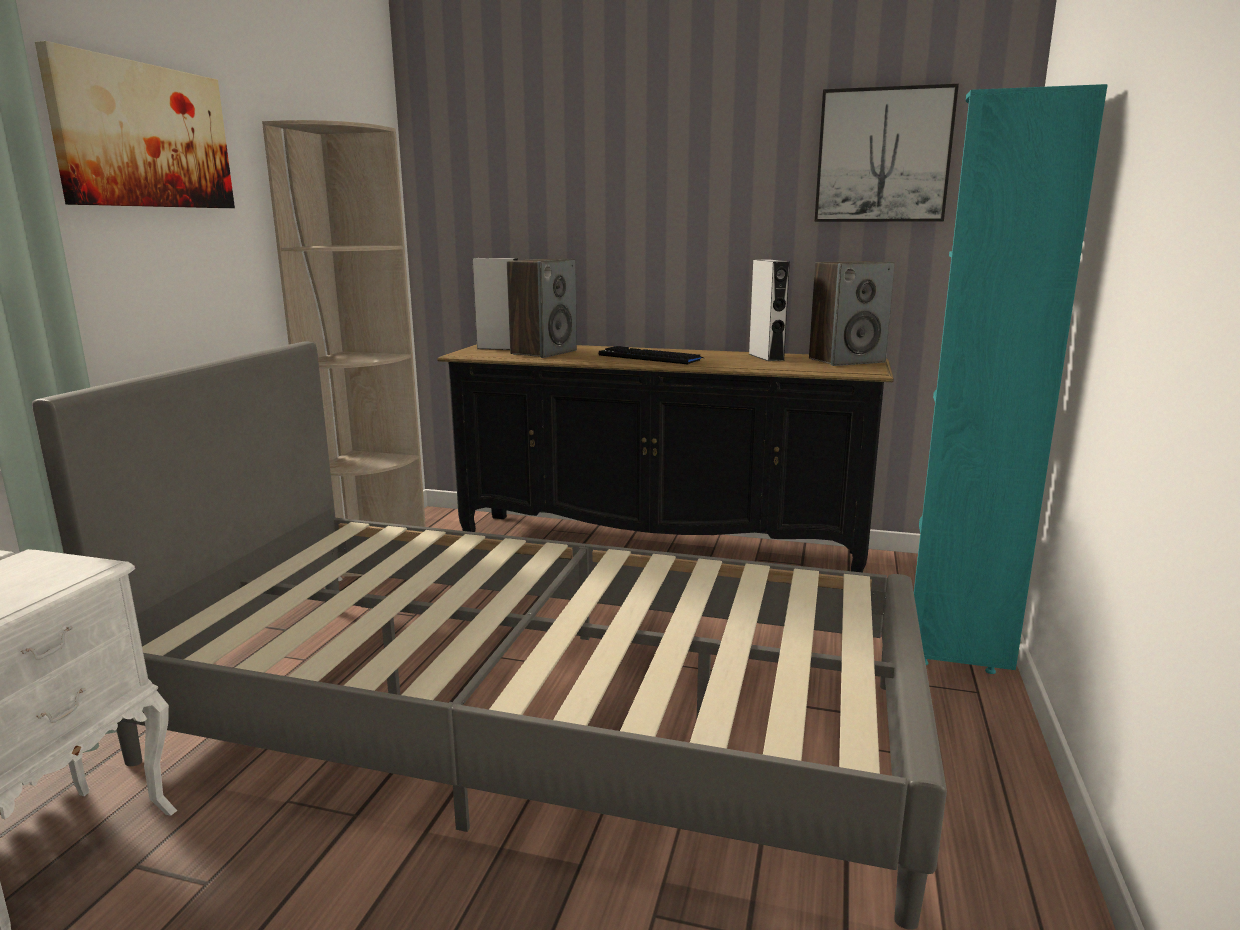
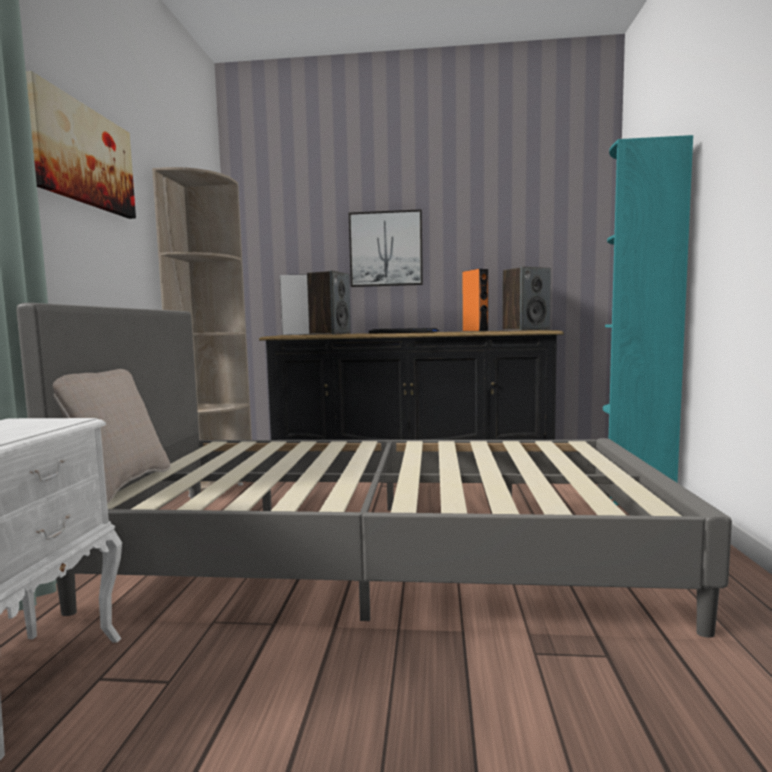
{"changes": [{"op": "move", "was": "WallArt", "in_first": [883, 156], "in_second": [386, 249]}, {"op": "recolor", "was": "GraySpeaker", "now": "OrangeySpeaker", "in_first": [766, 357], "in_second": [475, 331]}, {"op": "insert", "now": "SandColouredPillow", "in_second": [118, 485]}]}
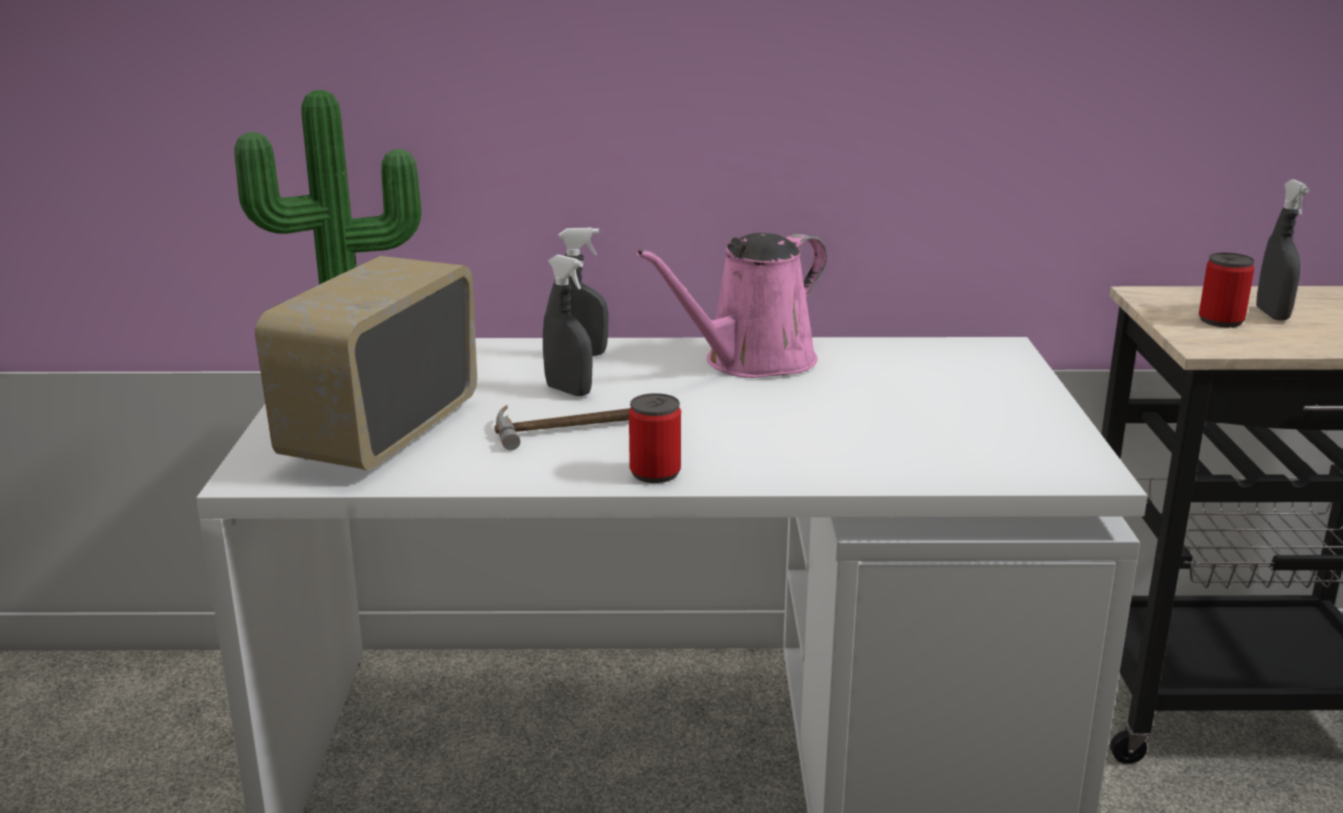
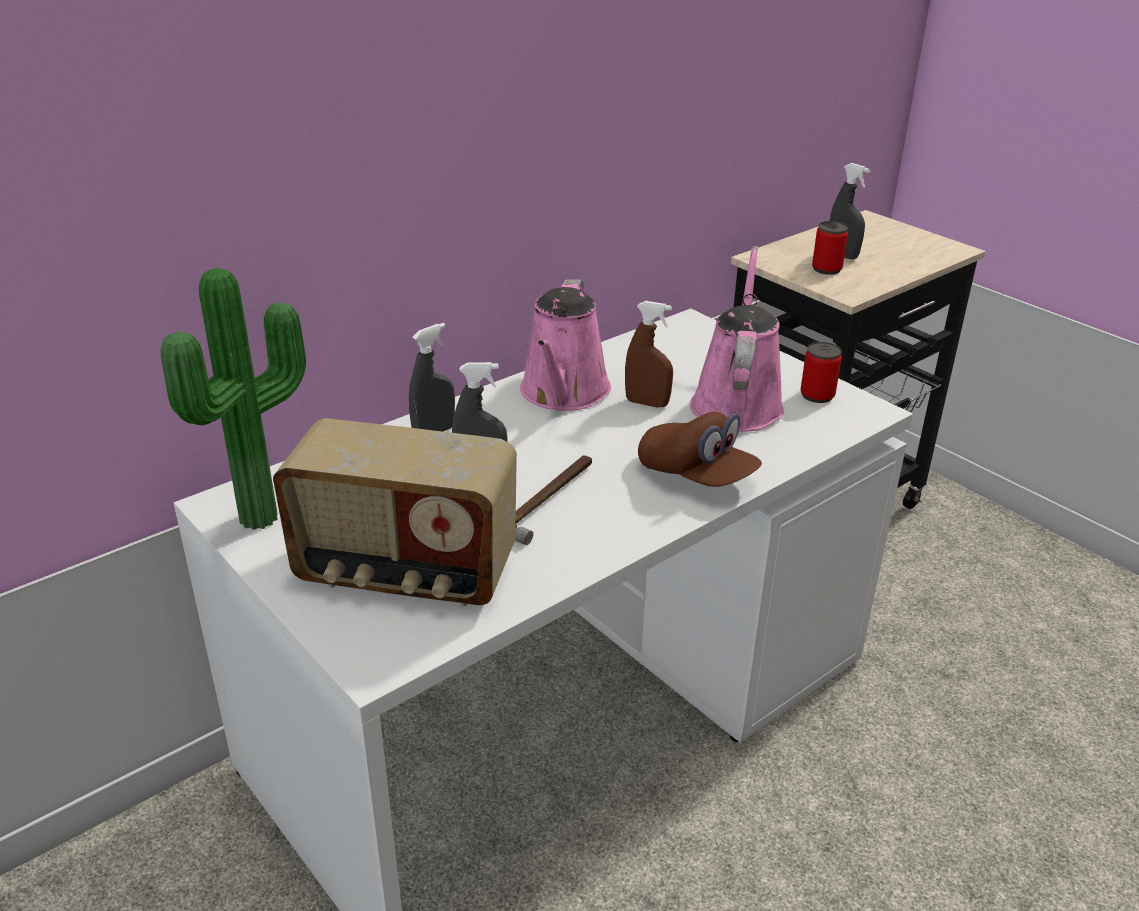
{"changes": [{"op": "rotate", "was": "RadioReceiver", "in_first": [380, 433], "in_second": [405, 574], "clockwise": -60}, {"op": "move", "was": "MetalCan", "in_first": [655, 473], "in_second": [817, 395]}, {"op": "insert", "now": "PinkishWateringCan", "in_second": [737, 402]}, {"op": "insert", "now": "BrownHandSprayer", "in_second": [647, 403]}, {"op": "insert", "now": "BrownPeakedCap", "in_second": [696, 475]}]}
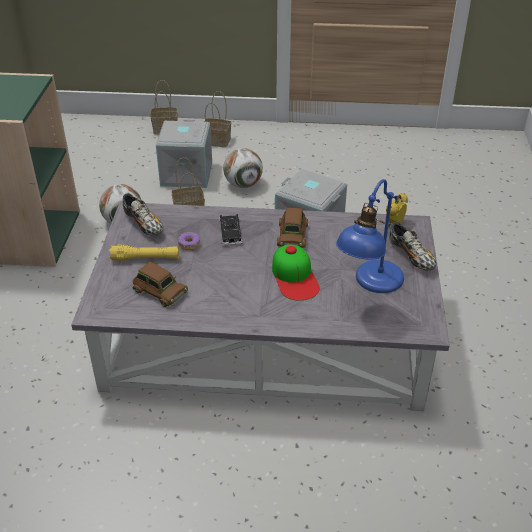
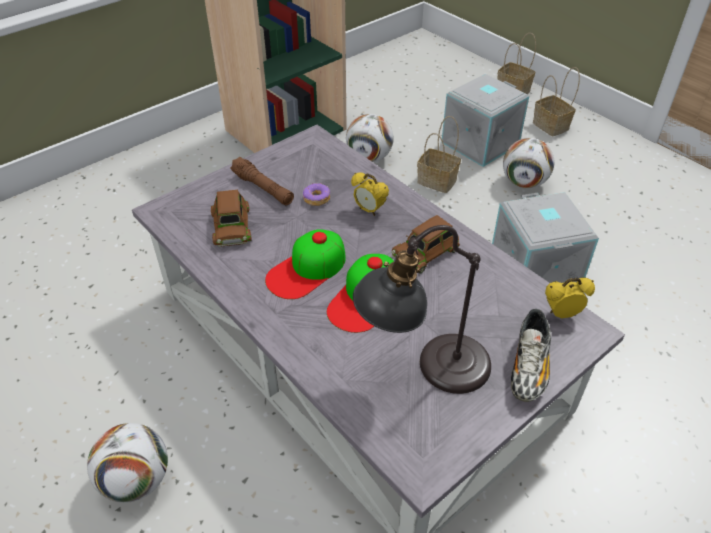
{"changes": [{"op": "recolor", "was": "BlueColouredTableLamp", "now": "GrayTableLamp", "in_first": [369, 289], "in_second": [424, 368]}, {"op": "delete", "was": "Shoe", "in_first": [144, 224]}, {"op": "replace", "was": "BlackMiniatureCar", "now": "TableClock", "in_first": [230, 232], "in_second": [369, 210]}, {"op": "recolor", "was": "YellowishHandTorch", "now": "BrownHandTorch", "in_first": [145, 258], "in_second": [263, 188]}, {"op": "insert", "now": "PeakedCap", "in_second": [307, 269]}, {"op": "insert", "now": "Football", "in_second": [136, 480]}]}
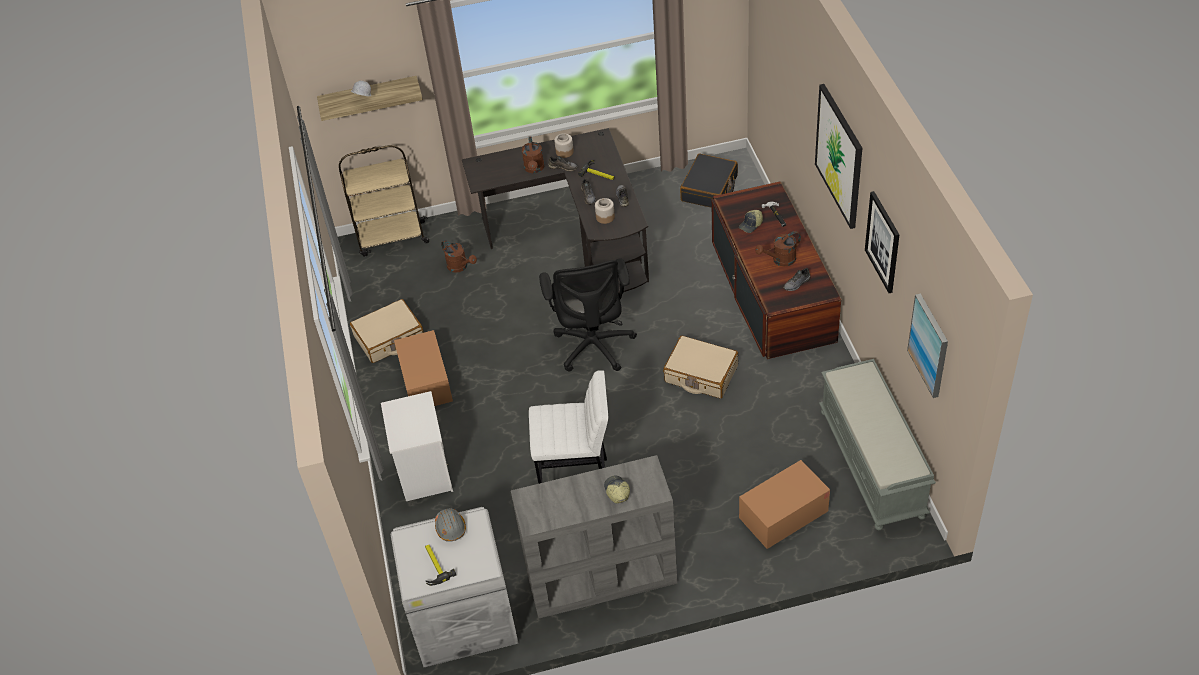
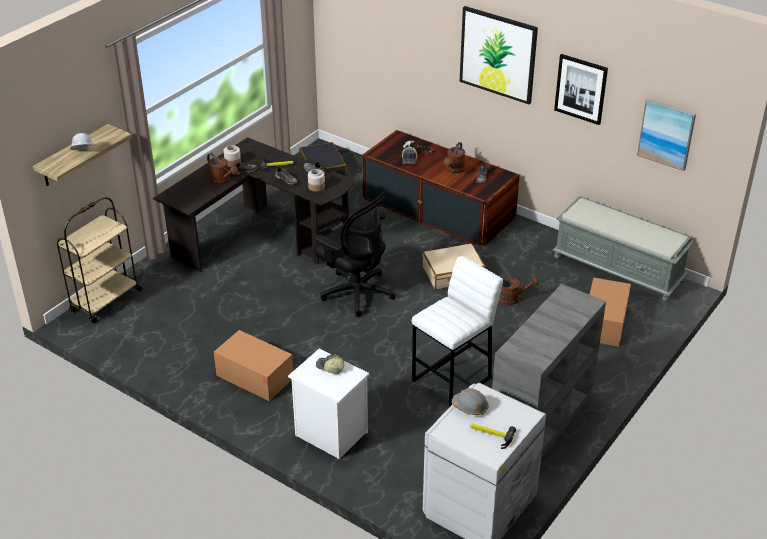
{"changes": [{"op": "move", "was": "BrownWateringCan", "in_first": [460, 267], "in_second": [512, 299]}, {"op": "delete", "was": "SandColouredPieceOfLuggage", "in_first": [389, 338]}, {"op": "move", "was": "PeakedCap", "in_first": [616, 491], "in_second": [330, 367]}]}
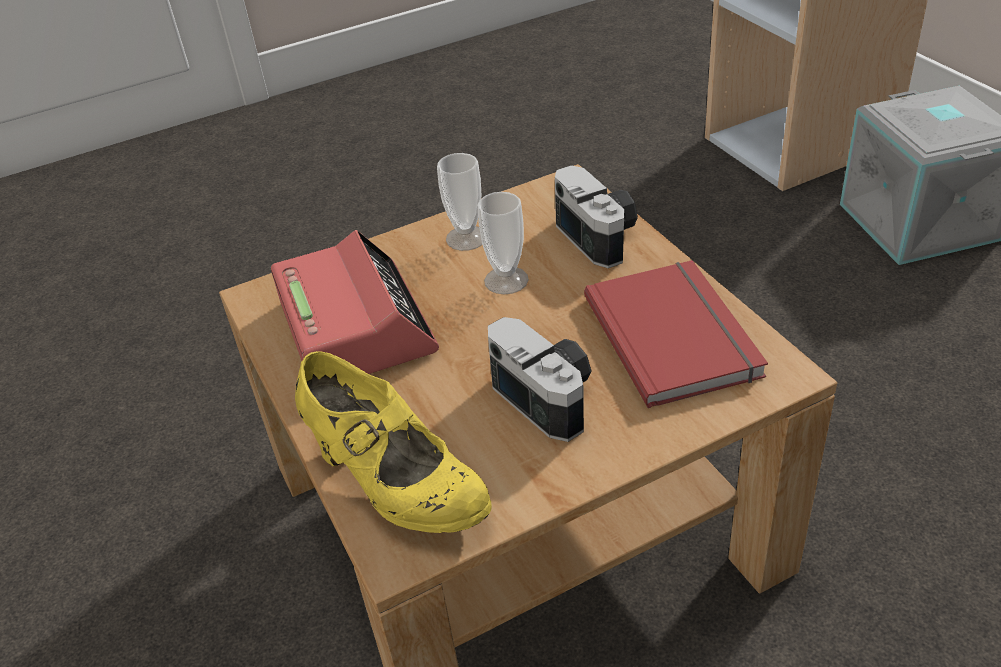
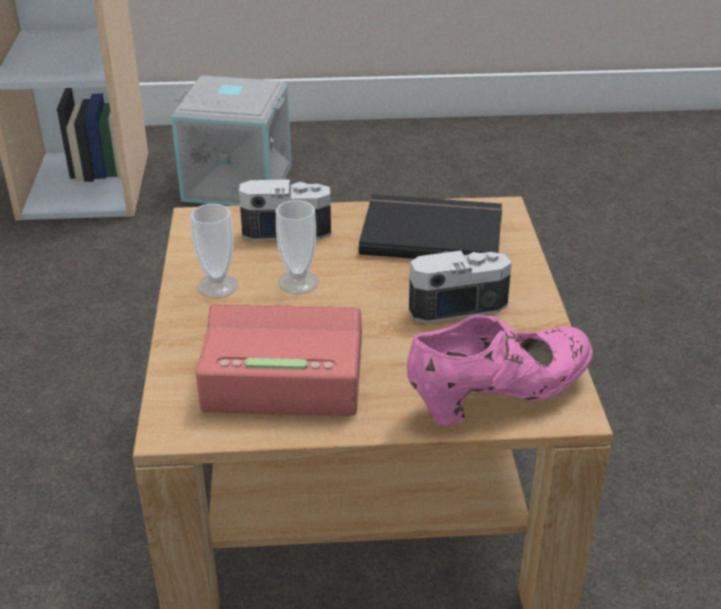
{"changes": [{"op": "recolor", "was": "ReddishVolume", "now": "BlackVolume", "in_first": [676, 334], "in_second": [431, 232]}, {"op": "recolor", "was": "YellowishShoe", "now": "PinkishShoe", "in_first": [395, 485], "in_second": [499, 396]}]}
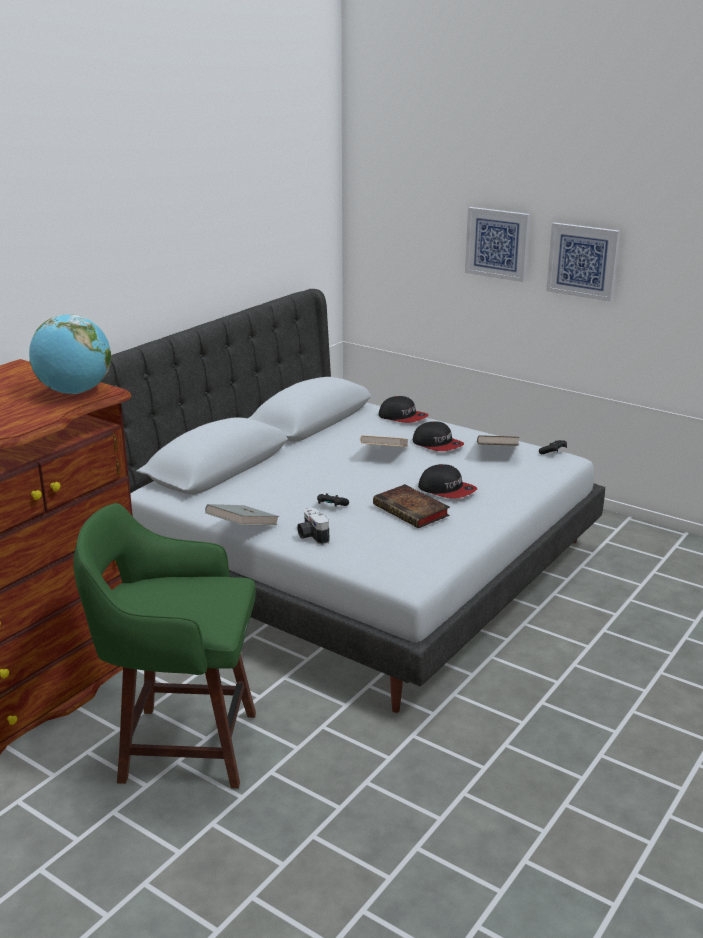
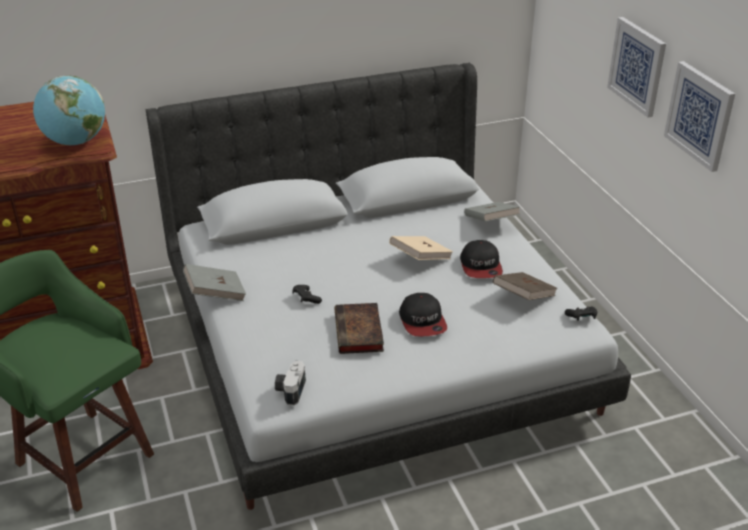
{"changes": [{"op": "replace", "was": "PeakedCap", "now": "GrayVolume", "in_first": [403, 417], "in_second": [490, 223]}, {"op": "move", "was": "PhotoCamera", "in_first": [311, 536], "in_second": [289, 390]}]}
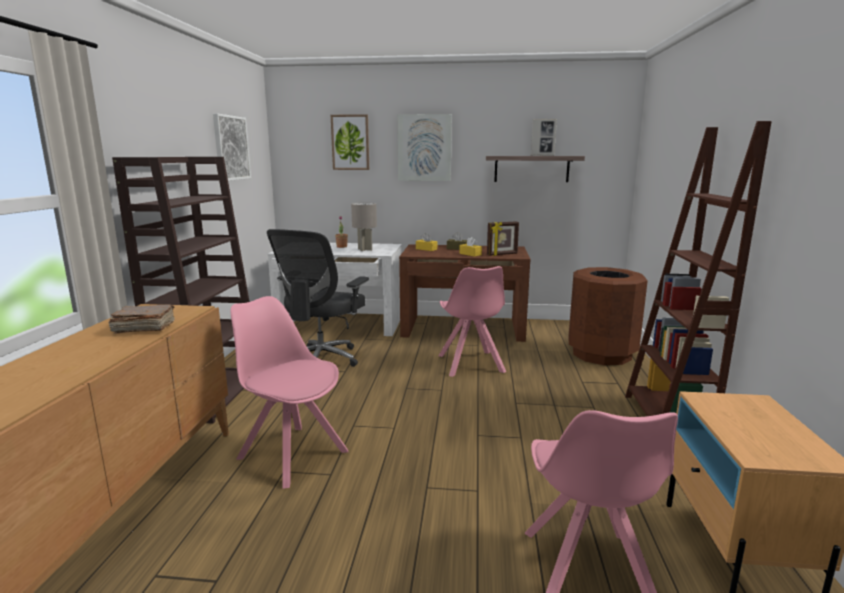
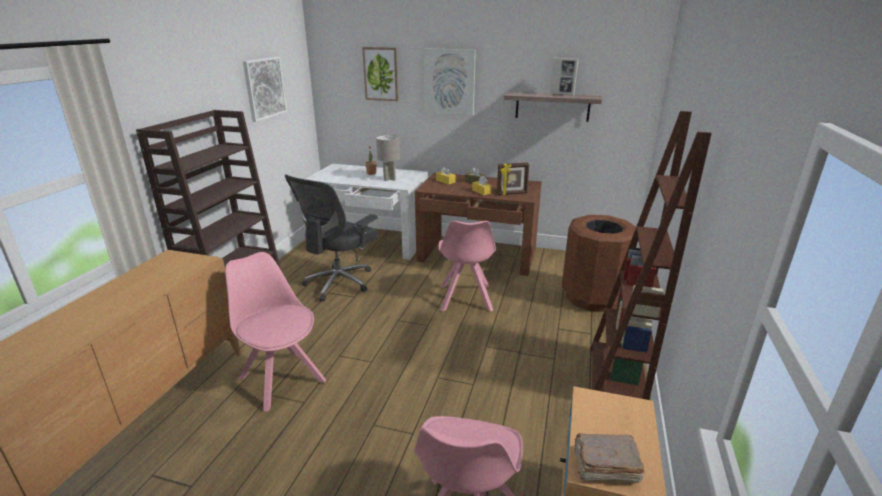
{"changes": [{"op": "move", "was": "BrownVolume", "in_first": [143, 328], "in_second": [604, 466]}]}
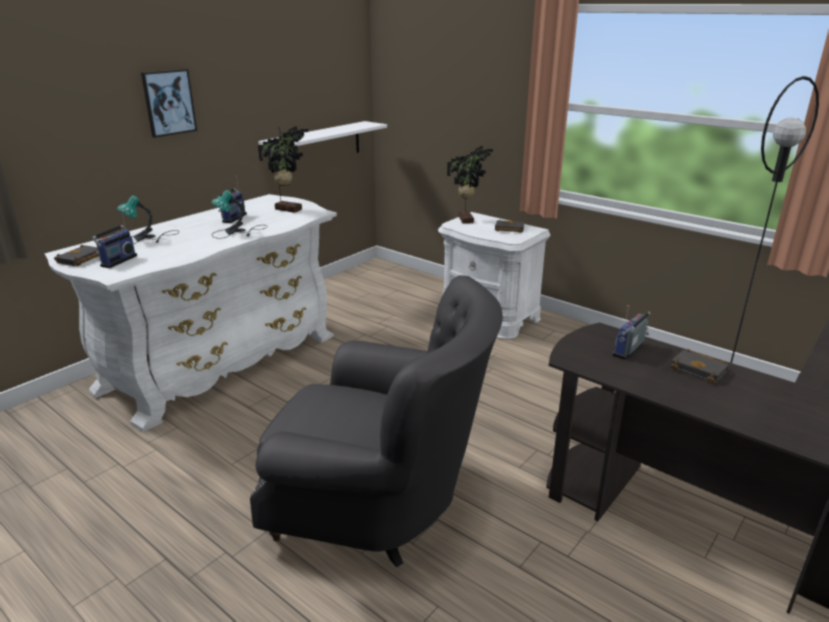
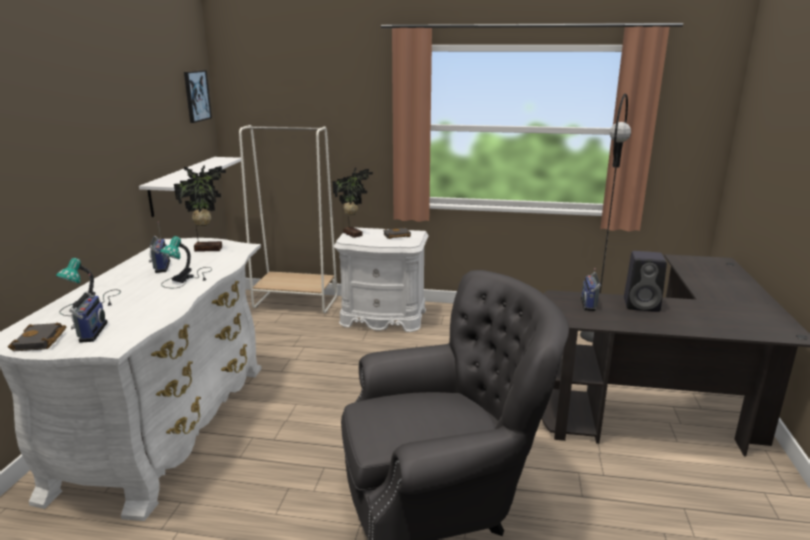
{"changes": [{"op": "move", "was": "WallArt", "in_first": [169, 102], "in_second": [196, 96]}, {"op": "replace", "was": "BlackVolume", "now": "BlackSpeaker", "in_first": [700, 369], "in_second": [642, 305]}, {"op": "insert", "now": "GarmentStand", "in_second": [295, 303]}]}
